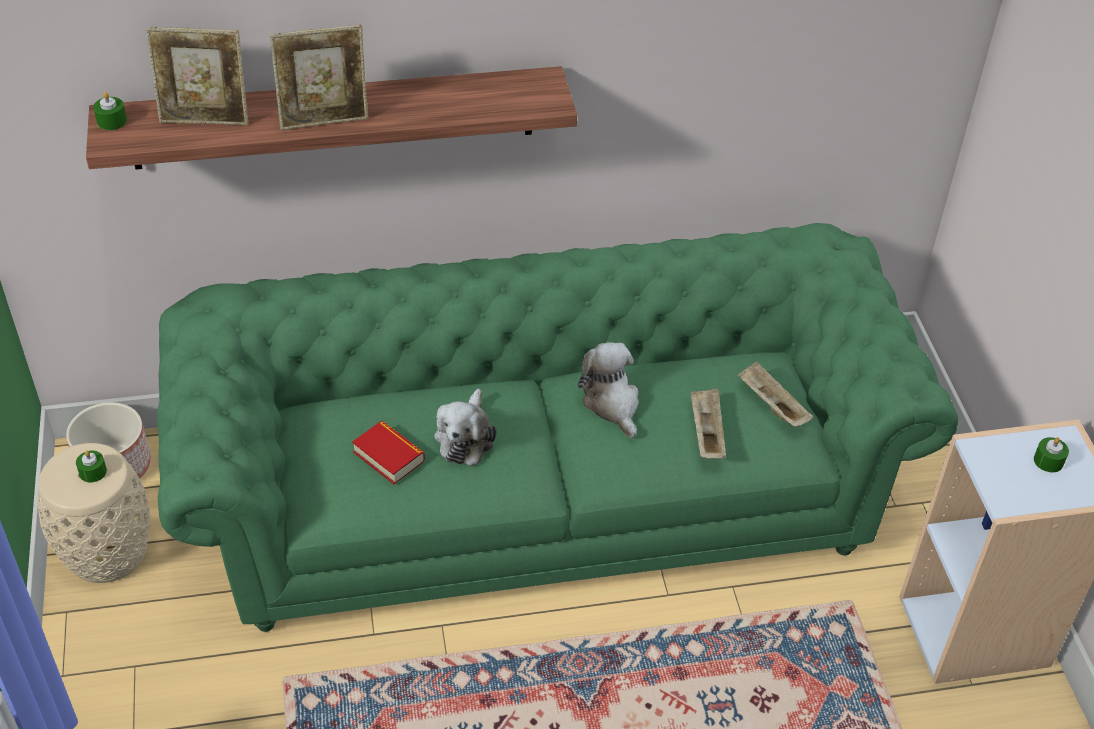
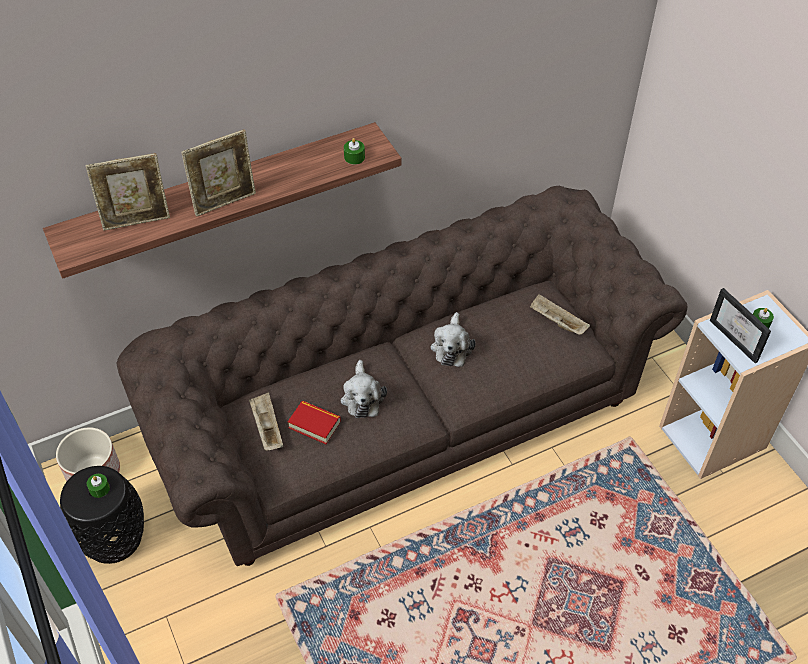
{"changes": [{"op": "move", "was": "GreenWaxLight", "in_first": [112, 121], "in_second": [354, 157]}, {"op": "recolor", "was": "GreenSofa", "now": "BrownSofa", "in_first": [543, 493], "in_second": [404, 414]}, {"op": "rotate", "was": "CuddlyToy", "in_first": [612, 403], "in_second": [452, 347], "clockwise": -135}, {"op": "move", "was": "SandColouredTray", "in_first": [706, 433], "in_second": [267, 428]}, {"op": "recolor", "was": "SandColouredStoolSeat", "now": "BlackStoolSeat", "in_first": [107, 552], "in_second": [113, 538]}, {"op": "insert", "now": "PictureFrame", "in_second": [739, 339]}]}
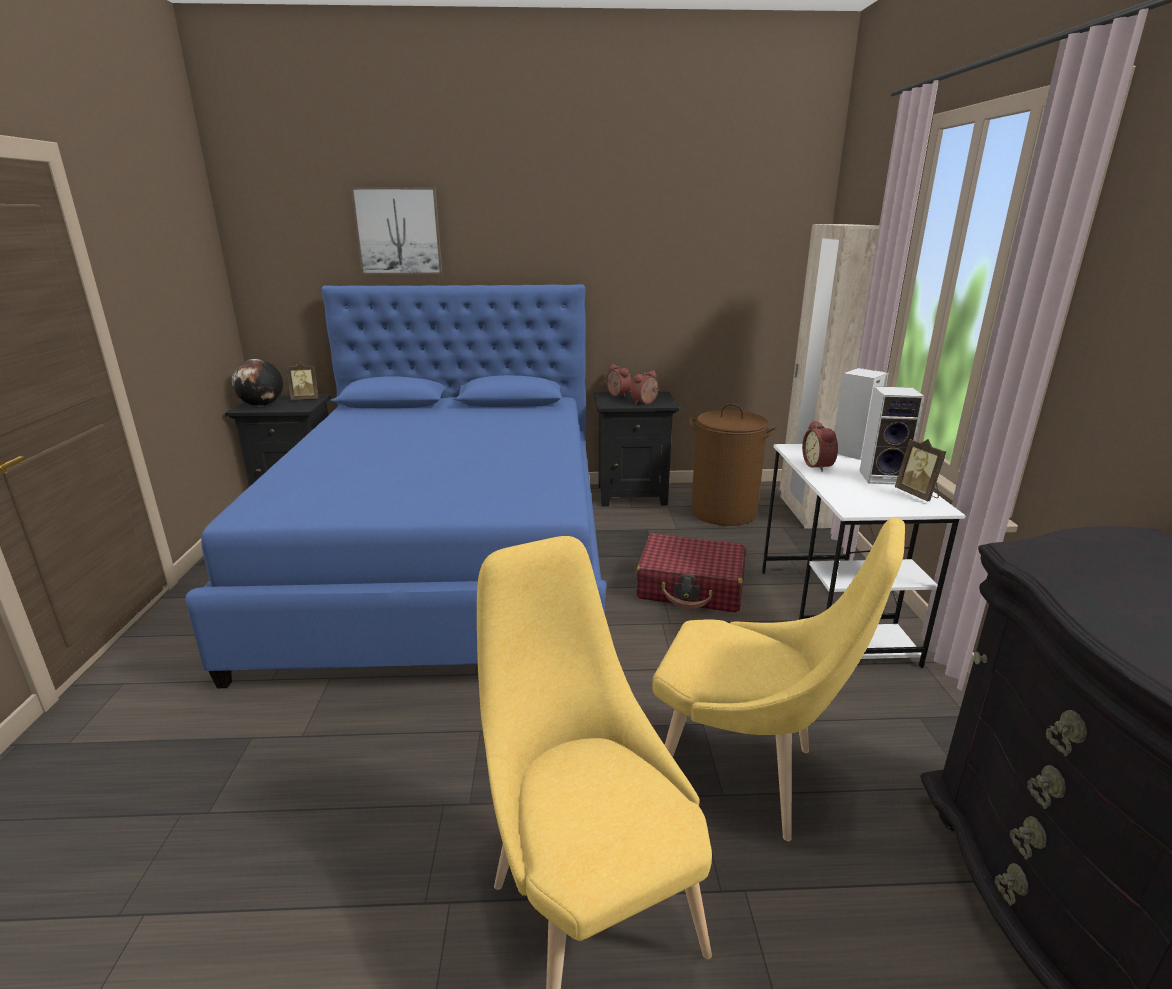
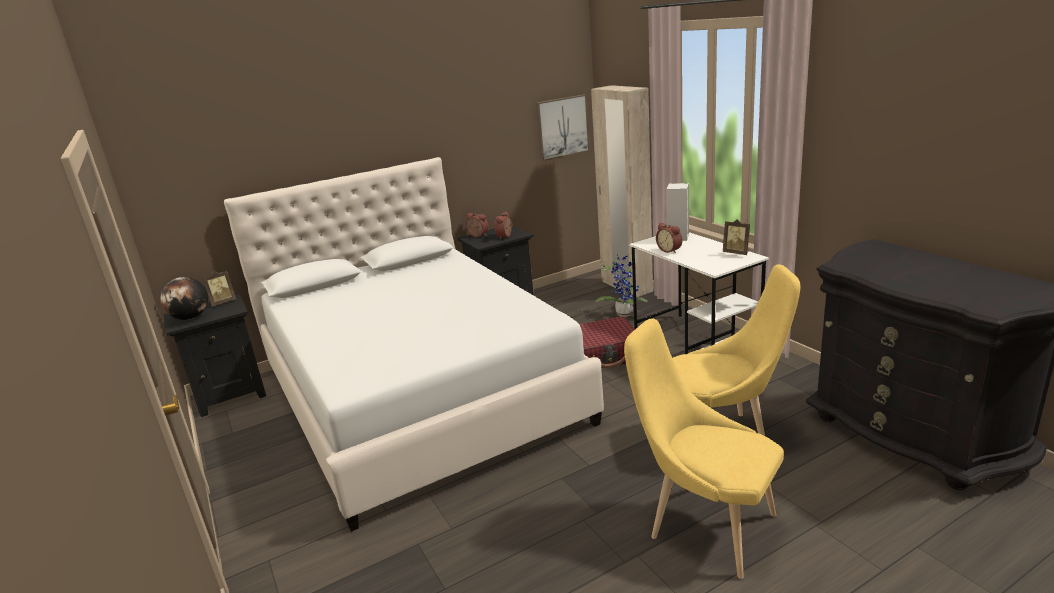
{"changes": [{"op": "move", "was": "WallArt", "in_first": [398, 231], "in_second": [562, 127]}, {"op": "recolor", "was": "BlueColouredBed", "now": "WhitishBed", "in_first": [448, 560], "in_second": [419, 394]}, {"op": "delete", "was": "Speaker", "in_first": [884, 477]}, {"op": "delete", "was": "BrownWashingBasket", "in_first": [724, 512]}, {"op": "insert", "now": "PottedPlant", "in_second": [624, 312]}]}
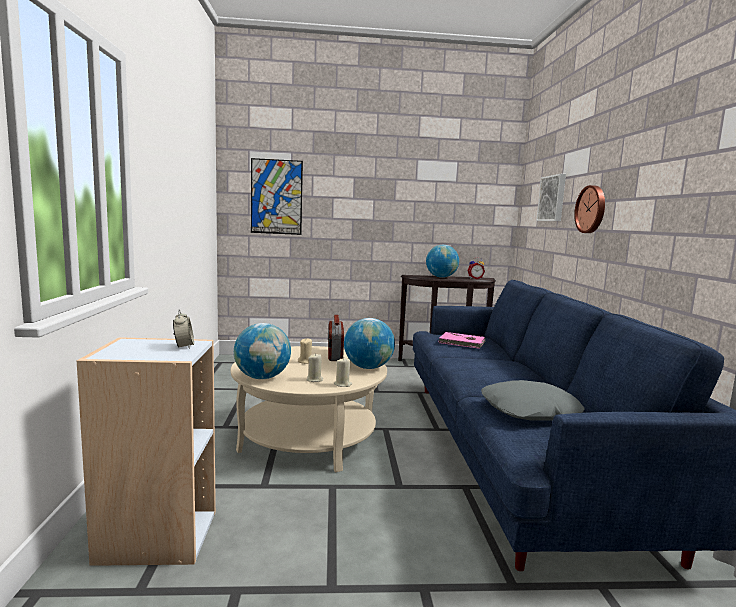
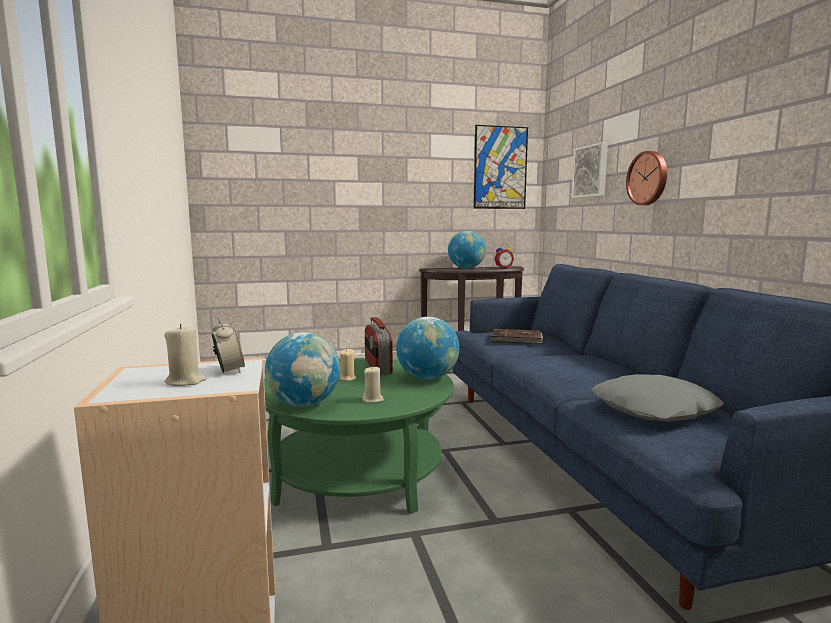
{"changes": [{"op": "move", "was": "WallArt", "in_first": [276, 197], "in_second": [500, 168]}, {"op": "recolor", "was": "PinkishVolume", "now": "BrownVolume", "in_first": [462, 342], "in_second": [517, 339]}, {"op": "recolor", "was": "SandColouredLoungeTable", "now": "GreenLoungeTable", "in_first": [308, 438], "in_second": [358, 474]}, {"op": "move", "was": "SandColouredWaxLight", "in_first": [343, 384], "in_second": [185, 381]}]}
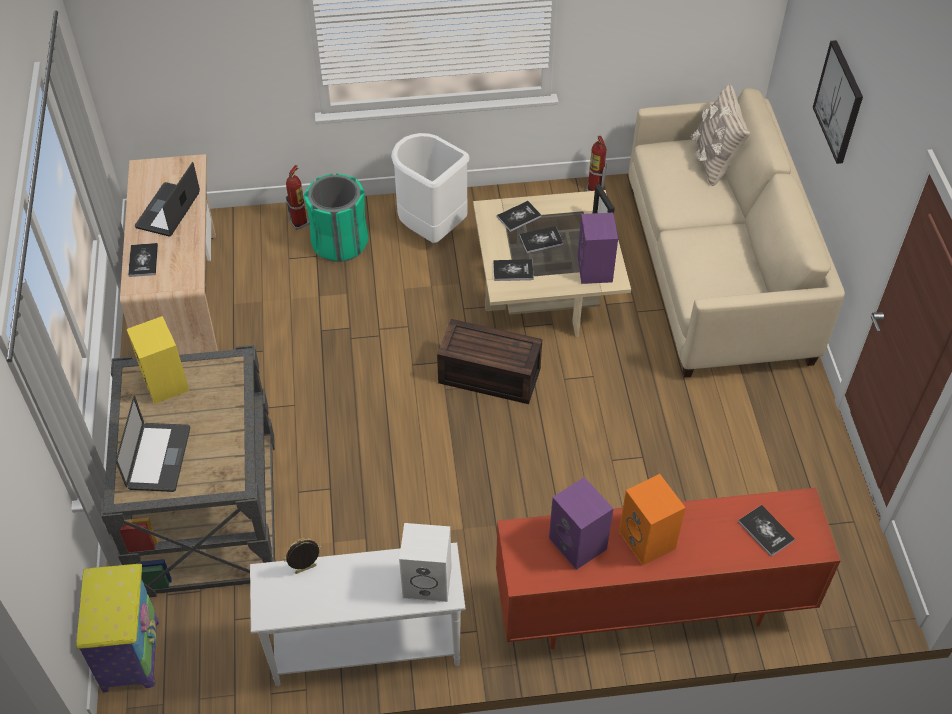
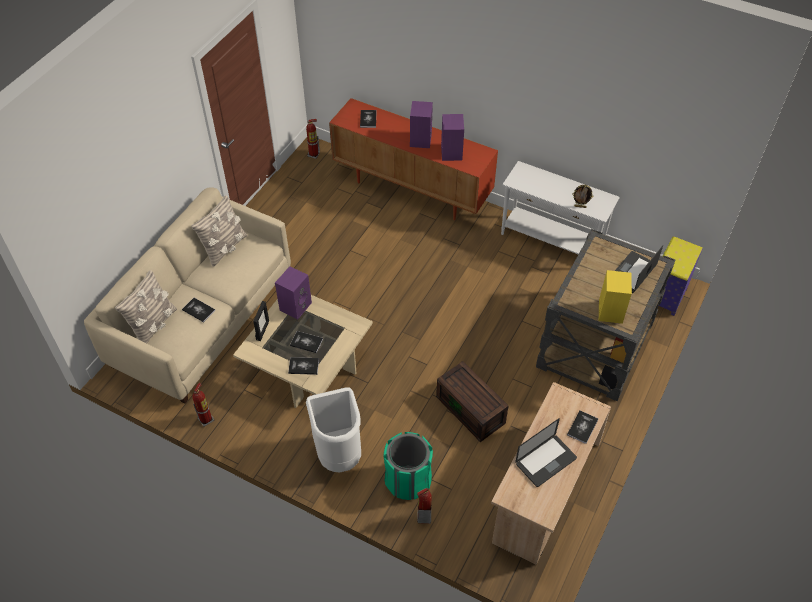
{"changes": [{"op": "delete", "was": "WallArt", "in_first": [839, 102]}, {"op": "move", "was": "Volume", "in_first": [513, 271], "in_second": [198, 310]}, {"op": "move", "was": "BrownStorageBin", "in_first": [487, 376], "in_second": [472, 410]}, {"op": "recolor", "was": "OrangeySpeaker", "now": "PurpleSpeaker", "in_first": [648, 540], "in_second": [420, 139]}, {"op": "delete", "was": "WhitishSpeaker", "in_first": [428, 581]}, {"op": "insert", "now": "FireExtinguisher", "in_second": [314, 154]}, {"op": "insert", "now": "SandColouredPillow", "in_second": [225, 248]}]}
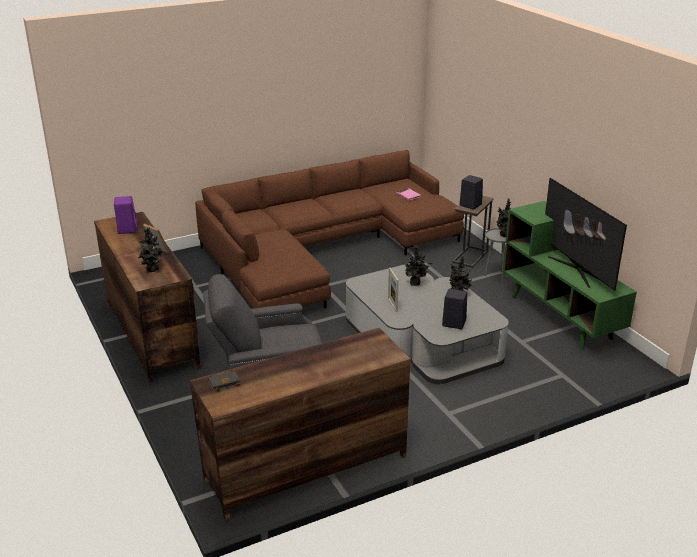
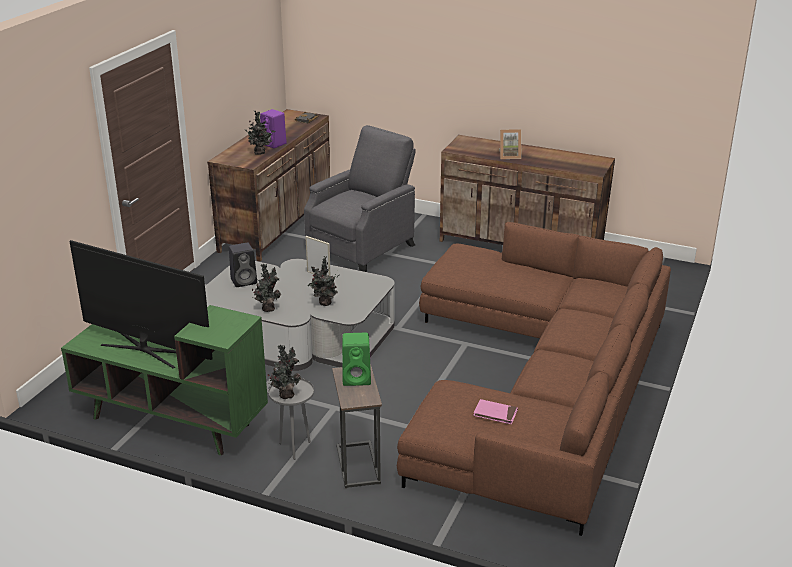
{"changes": [{"op": "recolor", "was": "BlackSpeaker", "now": "GreenSpeaker", "in_first": [469, 205], "in_second": [357, 378]}, {"op": "move", "was": "PurpleSpeaker", "in_first": [127, 229], "in_second": [274, 144]}, {"op": "move", "was": "PottedPlant", "in_first": [151, 269], "in_second": [260, 153]}]}
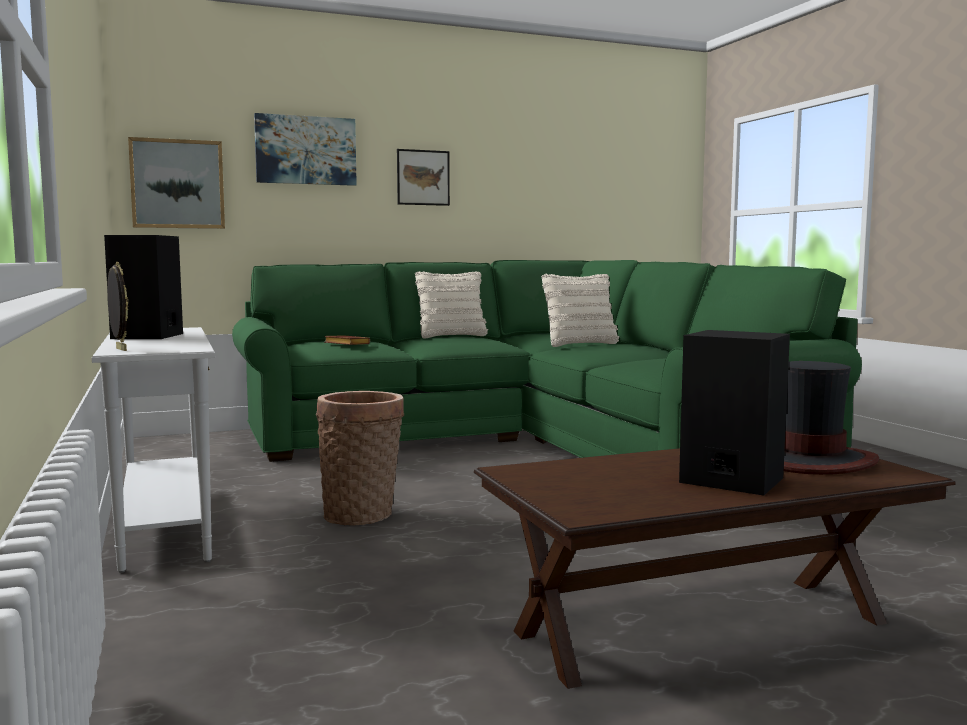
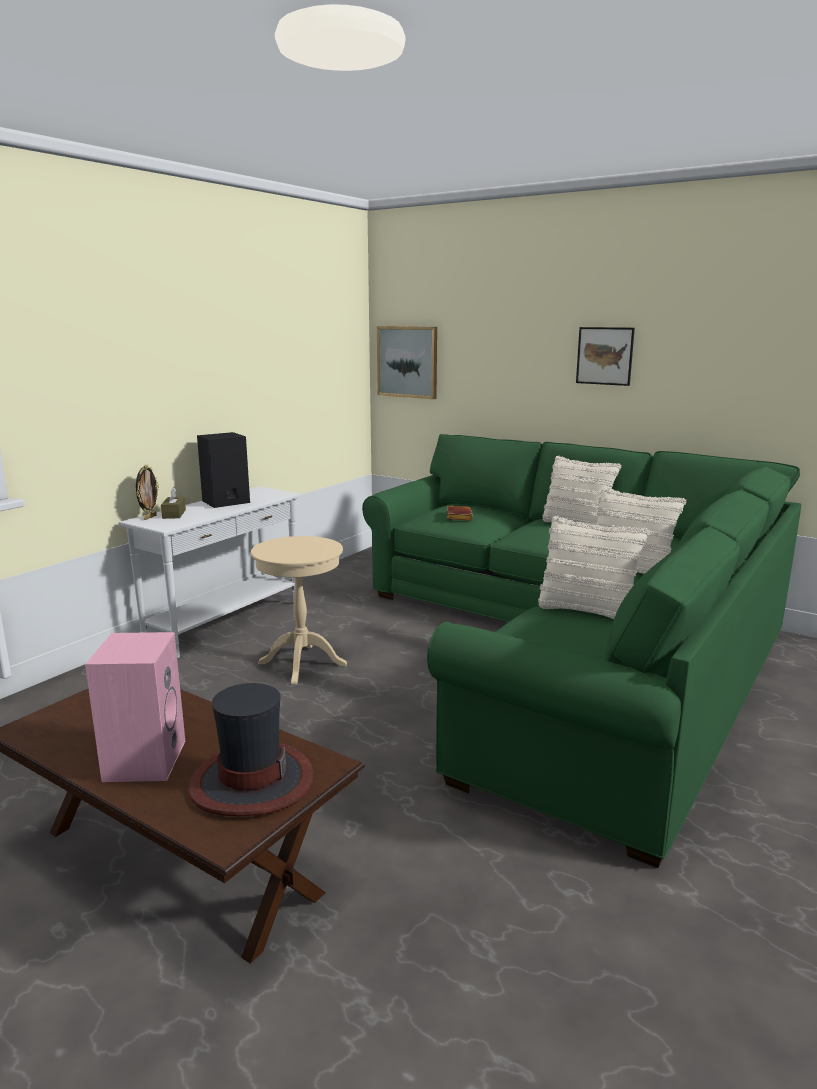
{"changes": [{"op": "delete", "was": "WallArt", "in_first": [306, 150]}, {"op": "recolor", "was": "BlackSpeaker", "now": "PinkishSpeaker", "in_first": [728, 480], "in_second": [144, 759]}, {"op": "replace", "was": "StorageBasket", "now": "SandColouredEndTable", "in_first": [362, 514], "in_second": [302, 664]}, {"op": "insert", "now": "BrownTissueBox", "in_second": [174, 514]}, {"op": "insert", "now": "SandColouredPillow", "in_second": [588, 611]}]}
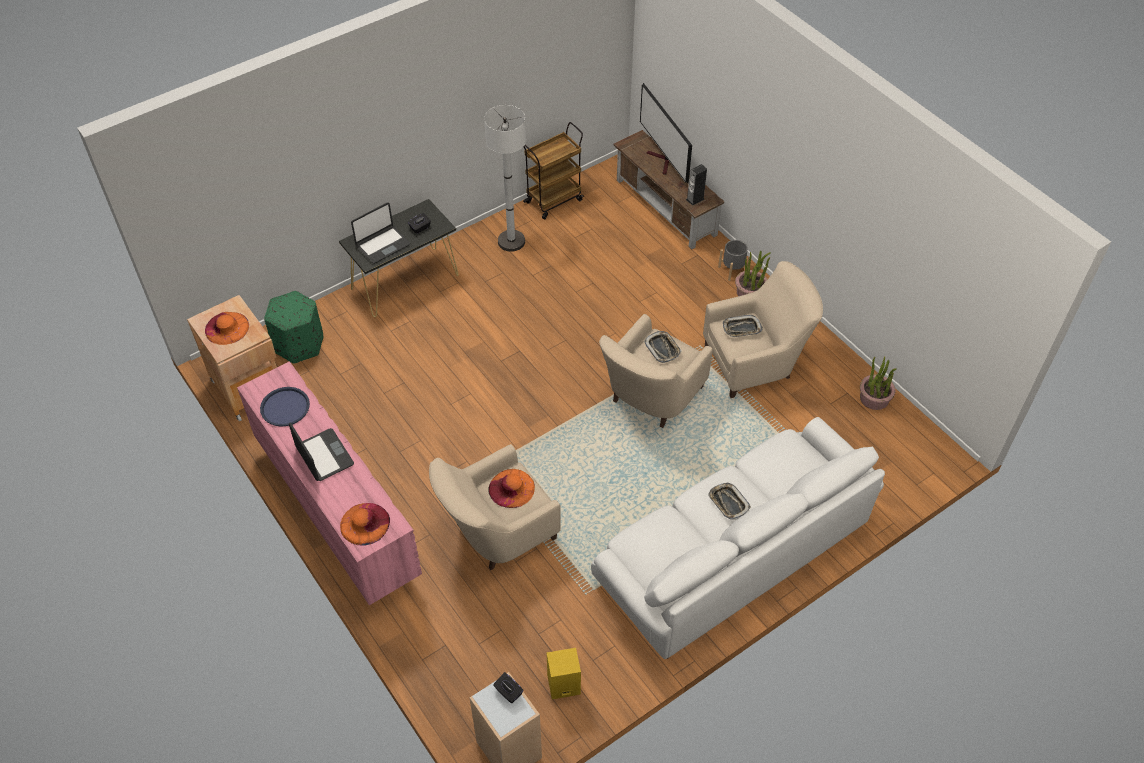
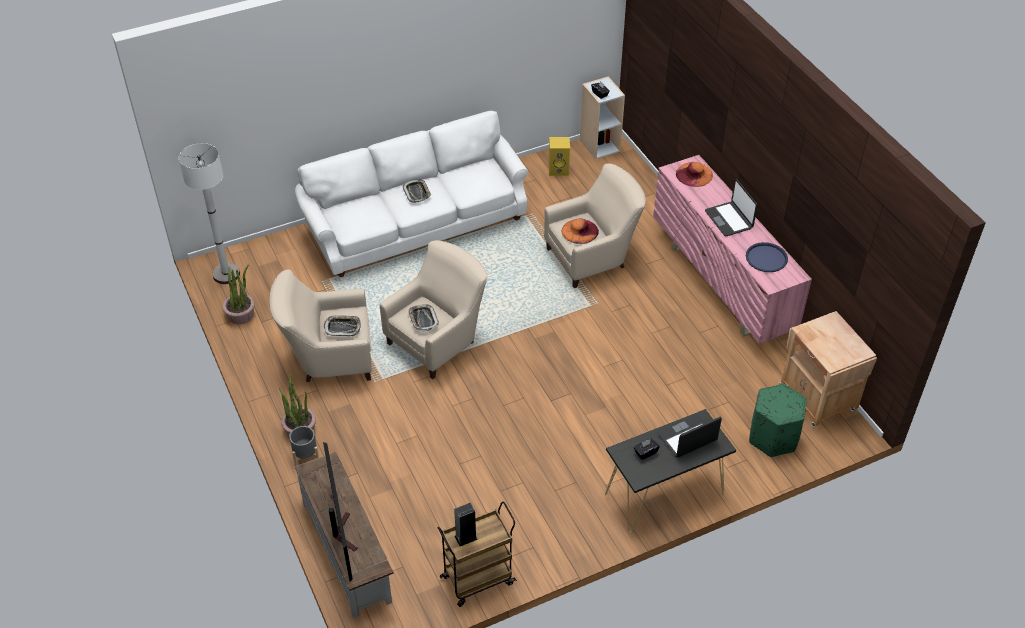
{"changes": [{"op": "move", "was": "WhitishStandardLamp", "in_first": [511, 241], "in_second": [226, 274]}, {"op": "move", "was": "Speaker", "in_first": [695, 199], "in_second": [466, 538]}, {"op": "delete", "was": "OrangeyWearableHat", "in_first": [227, 328]}]}
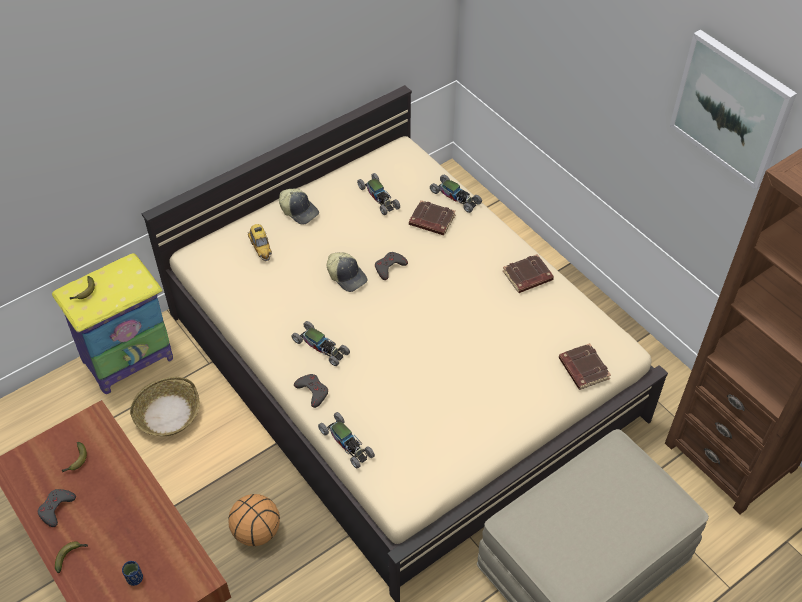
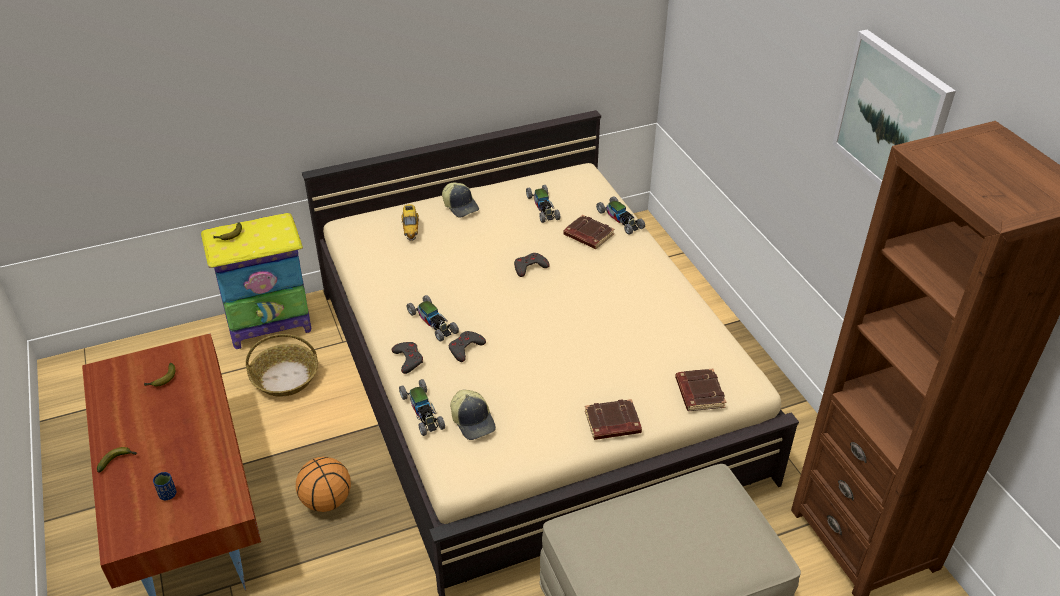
{"changes": [{"op": "move", "was": "PeakedCap", "in_first": [347, 276], "in_second": [473, 421]}, {"op": "move", "was": "BrownVolume", "in_first": [527, 277], "in_second": [612, 424]}, {"op": "move", "was": "GrayJoypad", "in_first": [56, 508], "in_second": [465, 348]}]}
